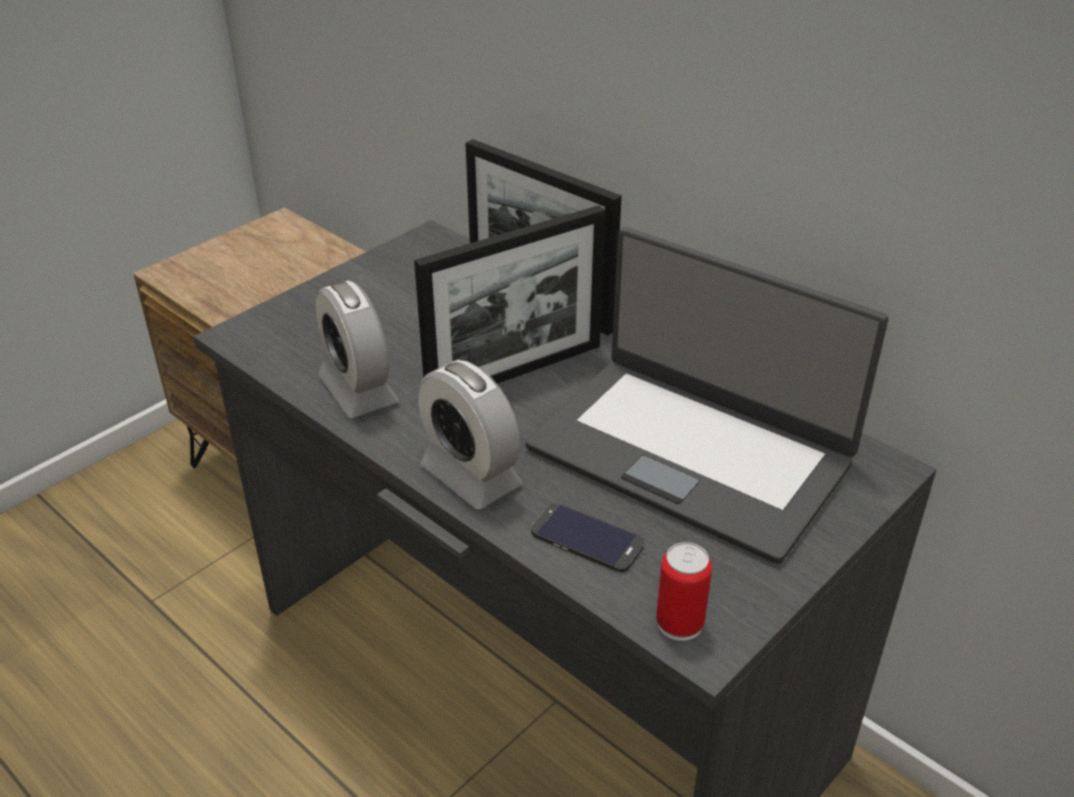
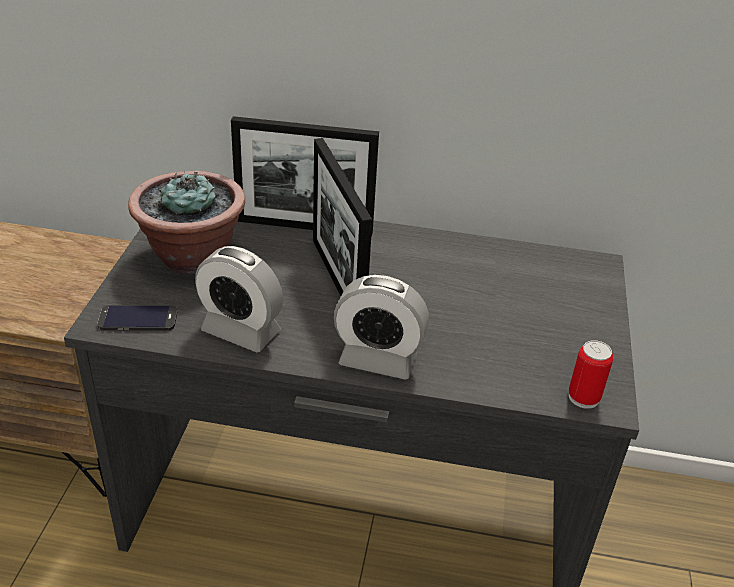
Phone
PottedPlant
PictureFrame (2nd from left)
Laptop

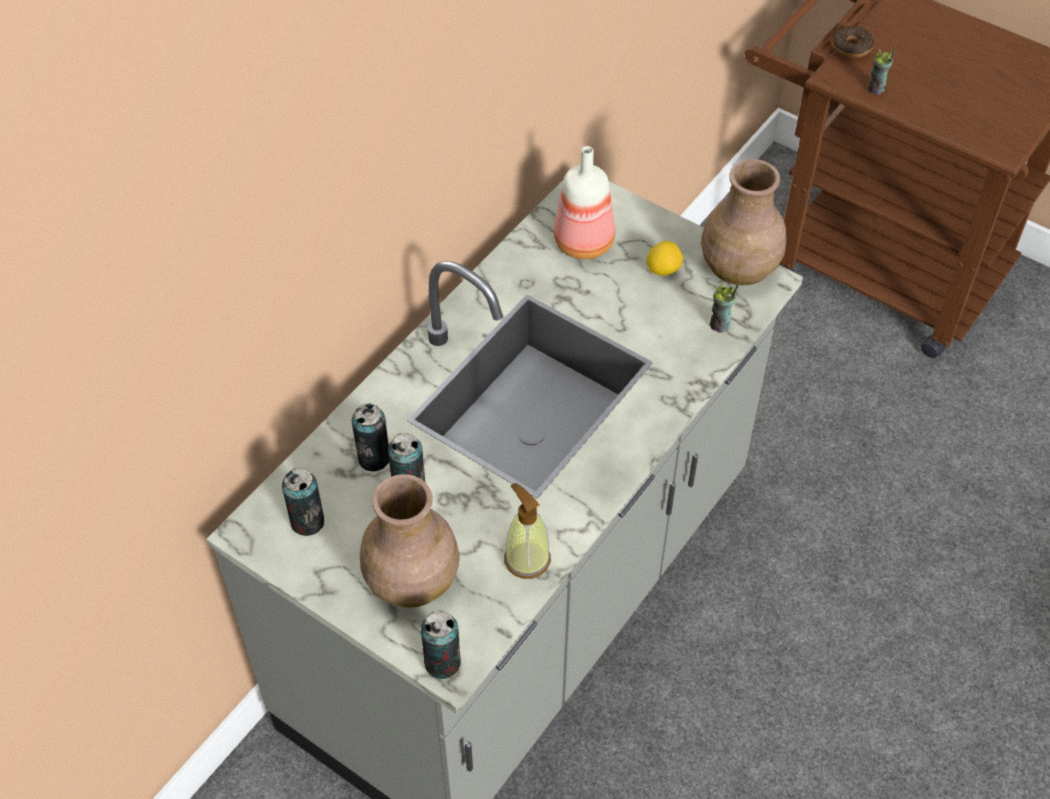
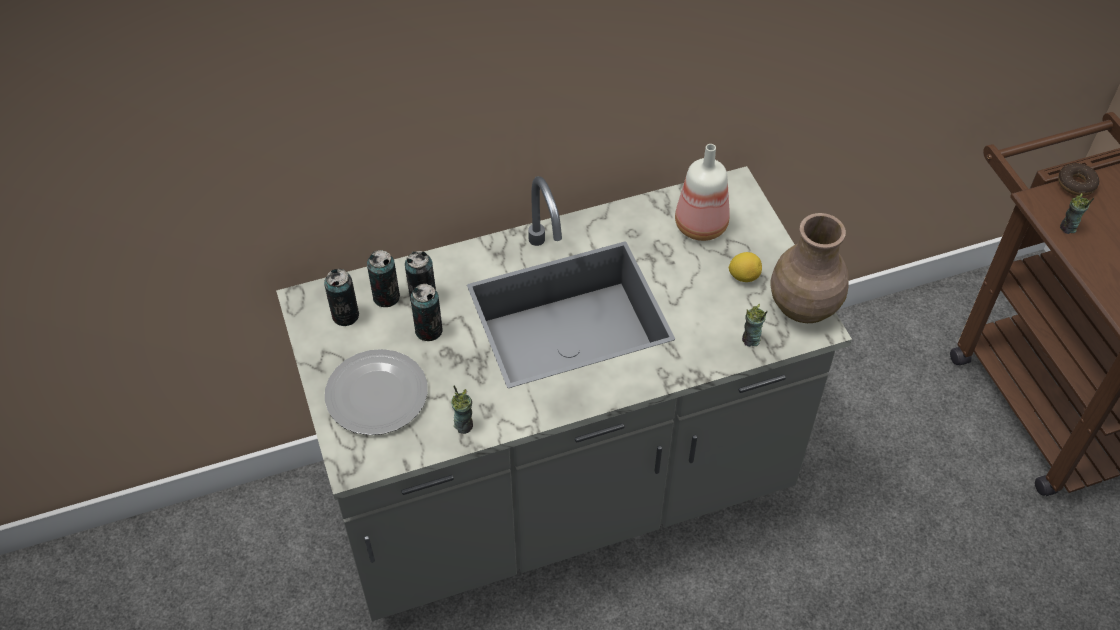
Plate
Can (2nd from left)
Cup (1st from left)

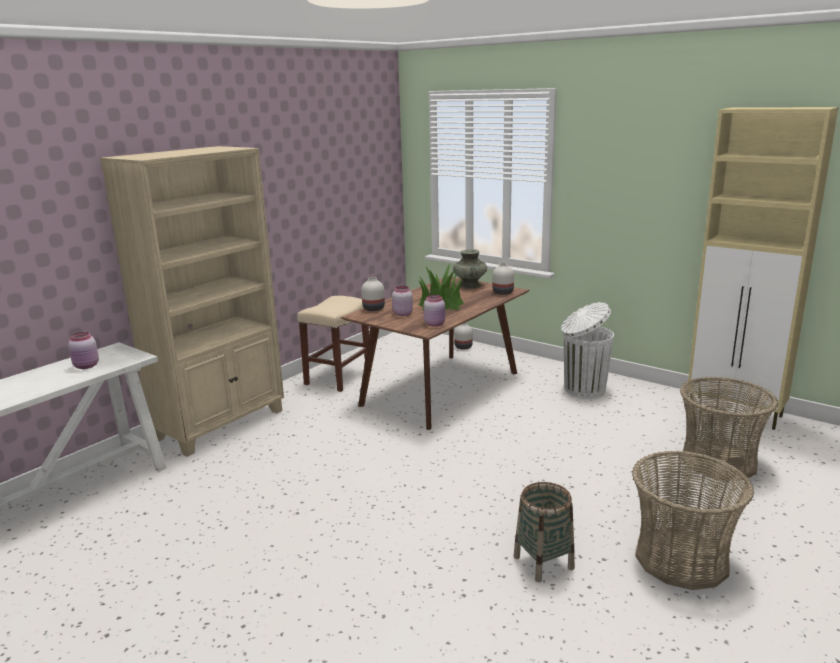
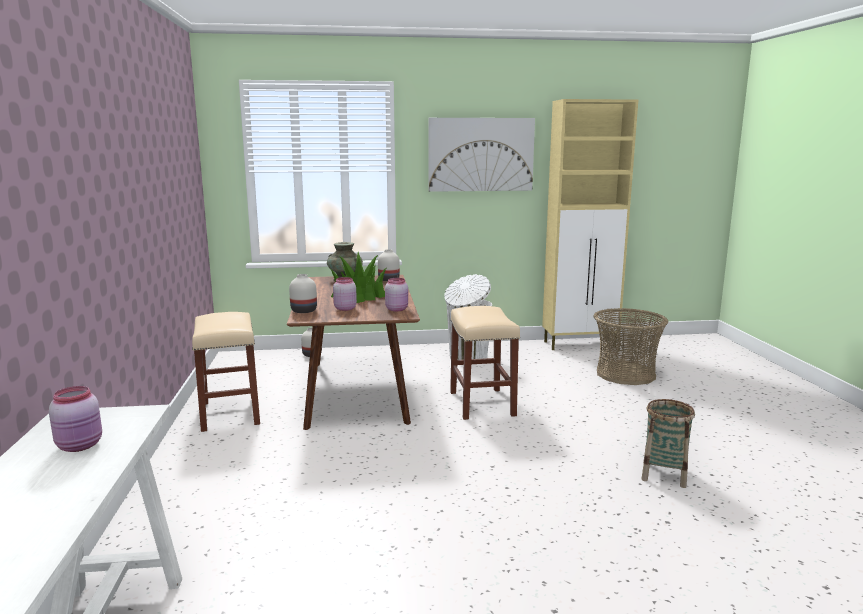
Picture
BeigeStool (2nd from left)
BeigeBookcase
Basket (2nd from left in the first image)

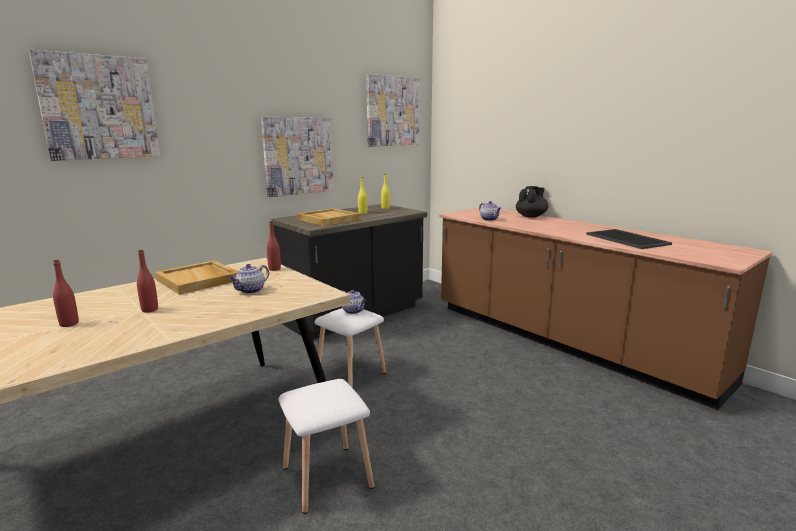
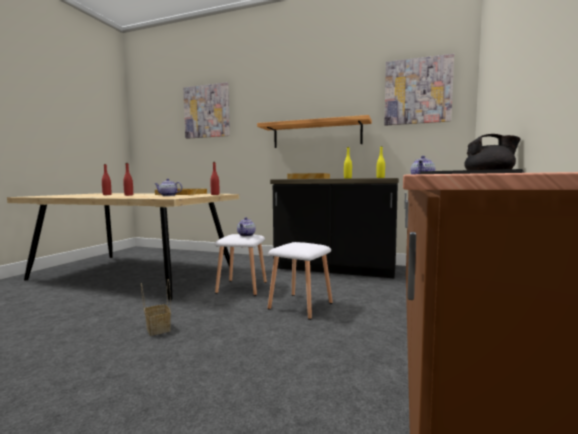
Basket
Shelf
WhiteStool (2nd from left)

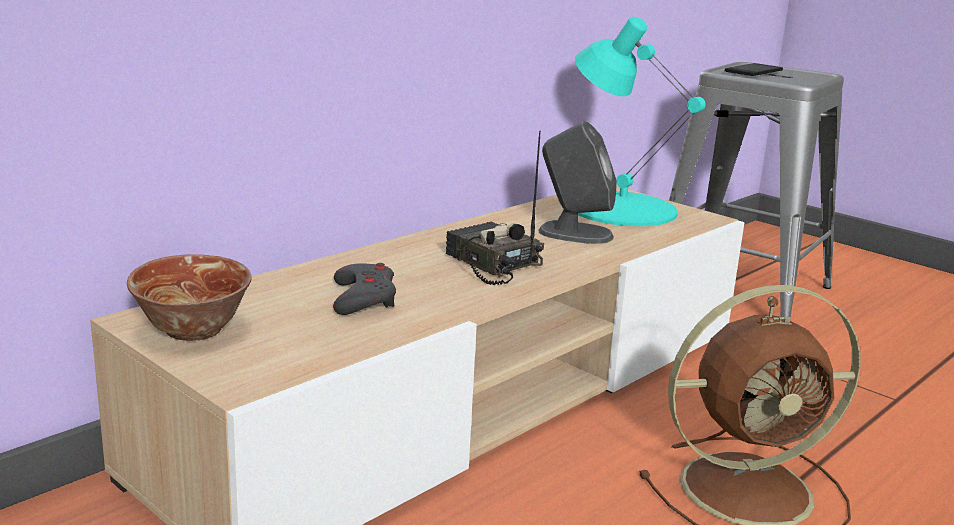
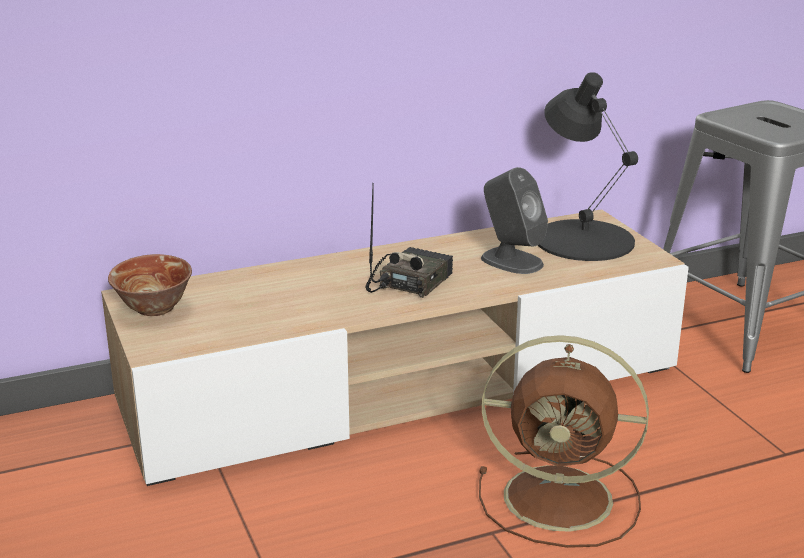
Radio
BlackTableLamp
GreyGameController
Phone

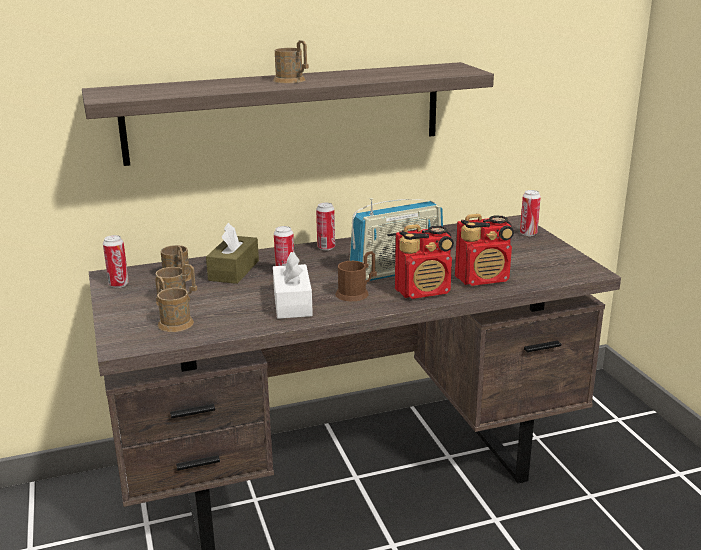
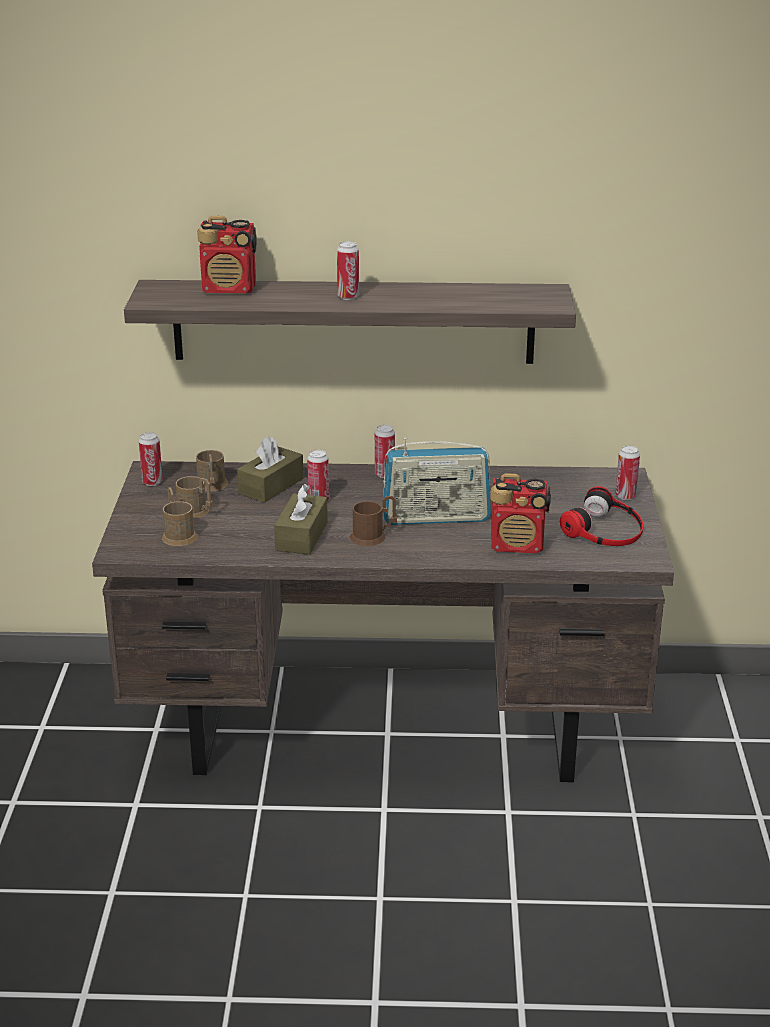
Radio (1st from left)
BrownTissueBox (2nd from left)
Can (3rd from left)
Headphones

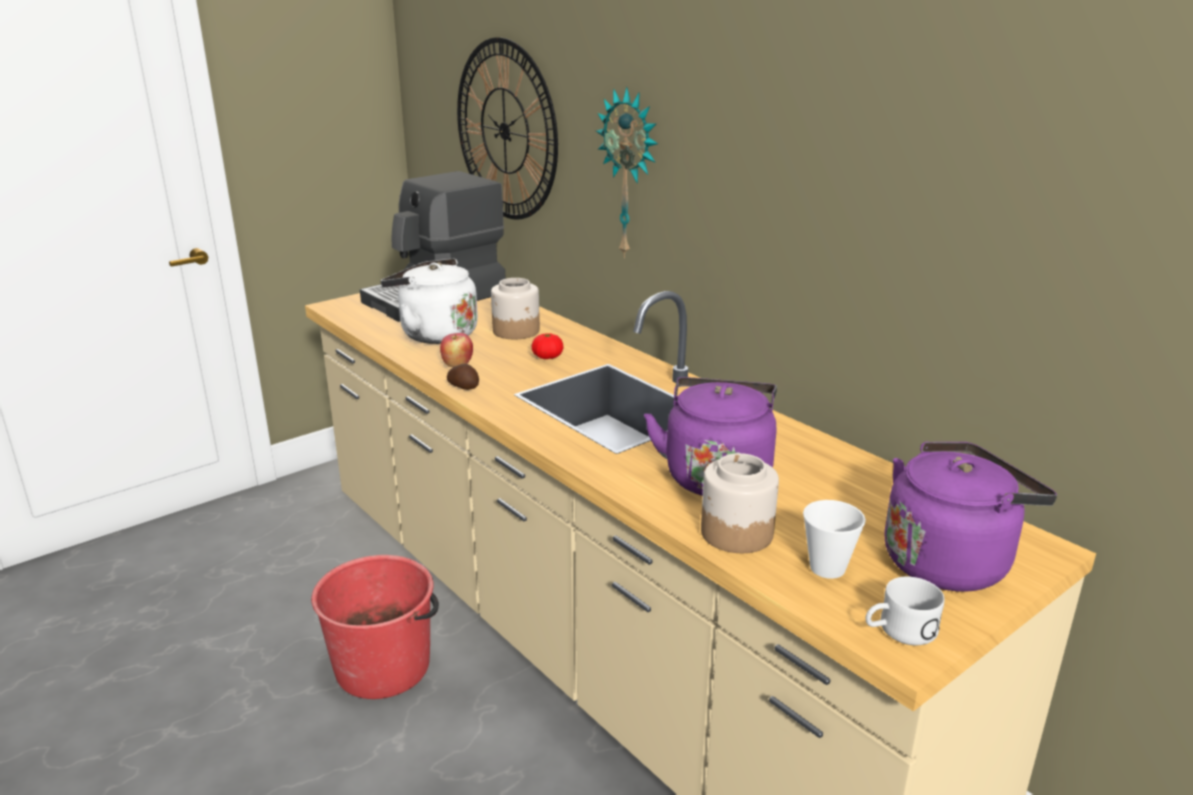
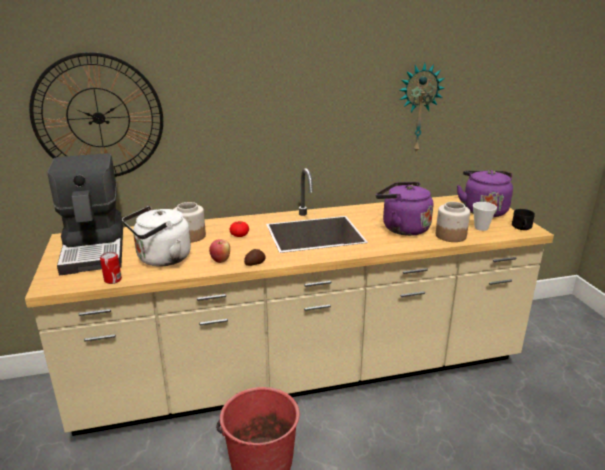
Can
WallClock (2nd from left)
BlackMug

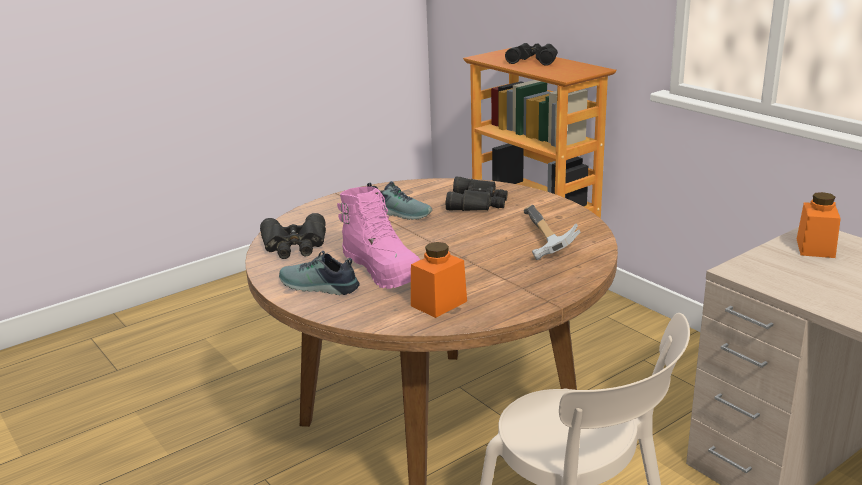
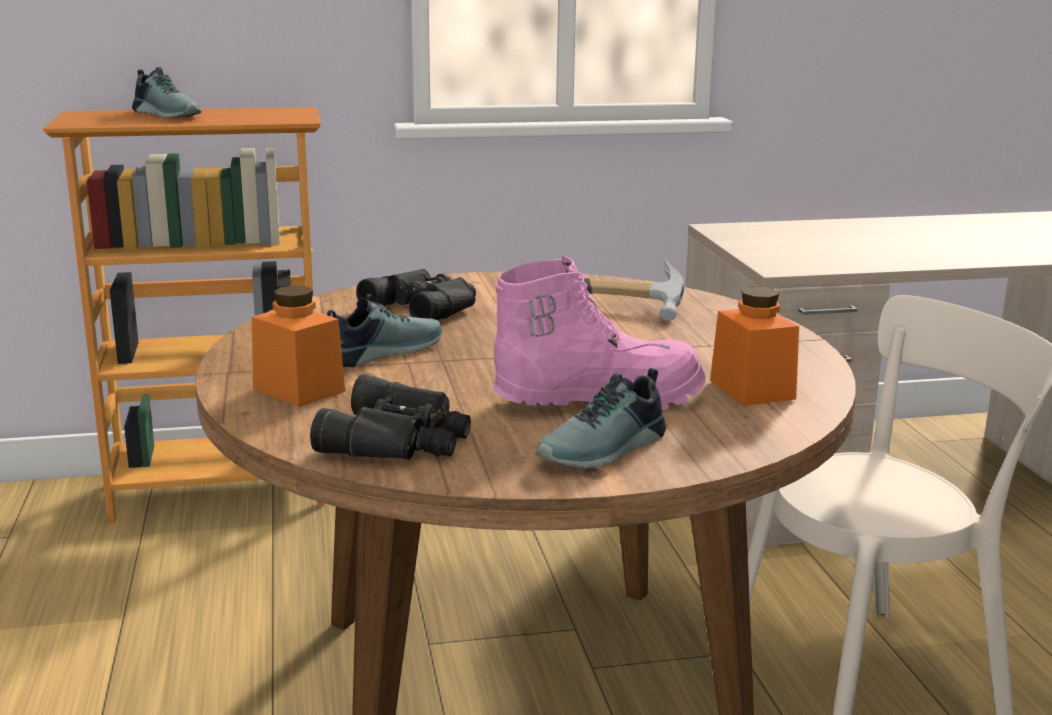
Shoe (1st from left)
OrangeJar (1st from left)

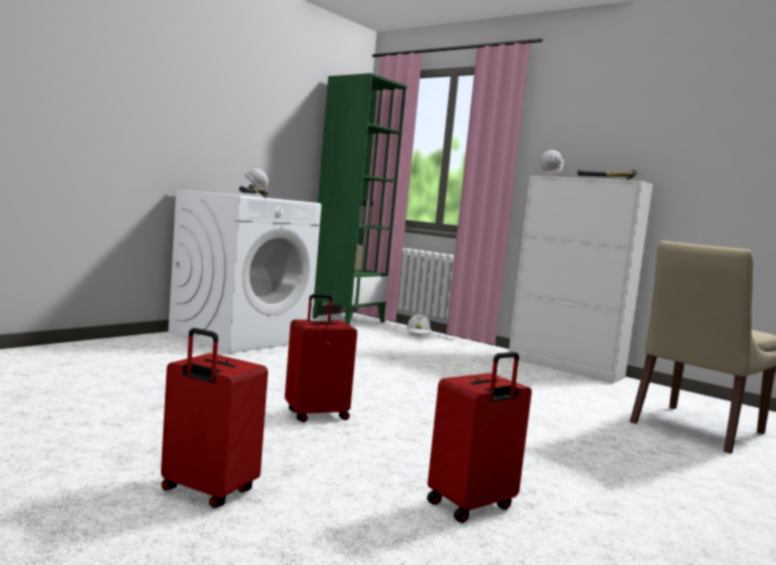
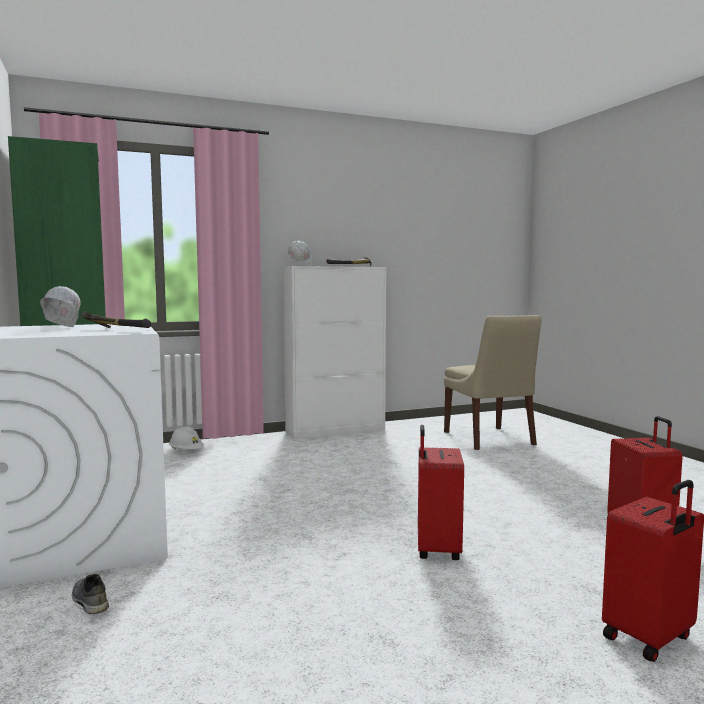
GreyShoe

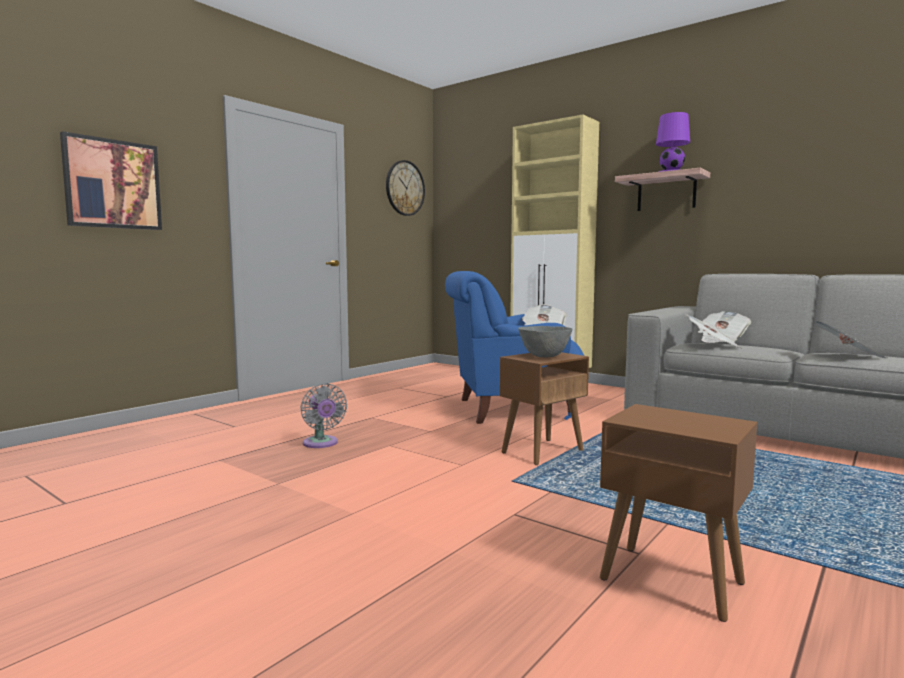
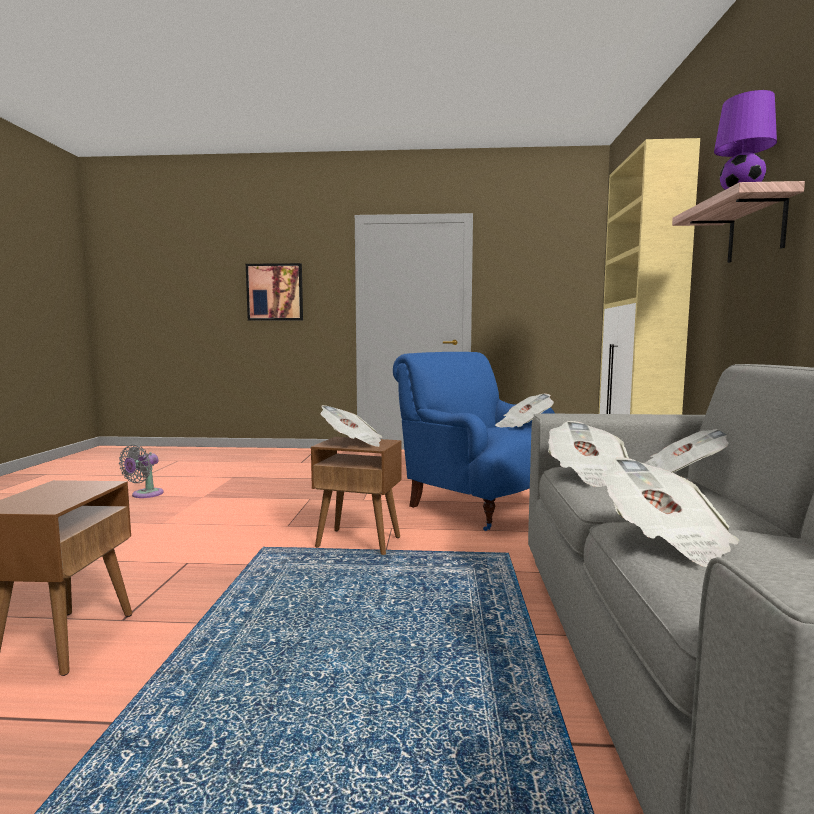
GreyFan
Newspaper (1st from left)
WallClock

